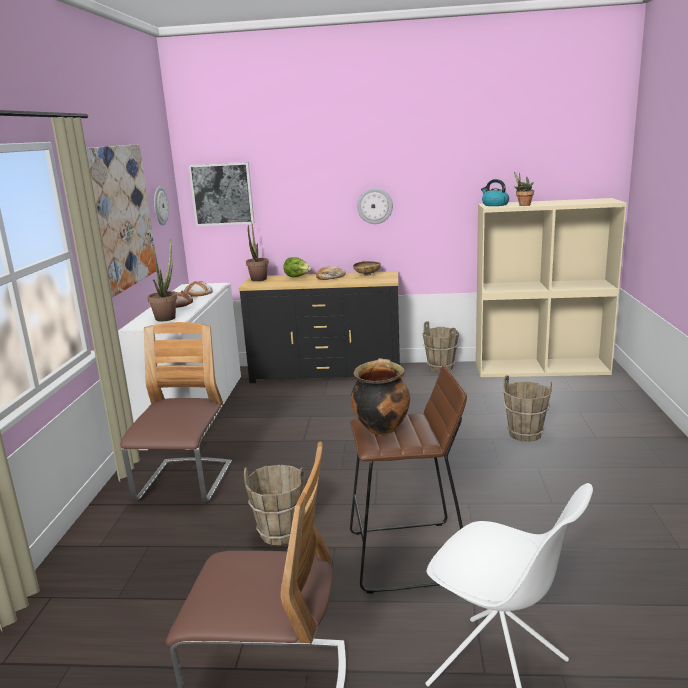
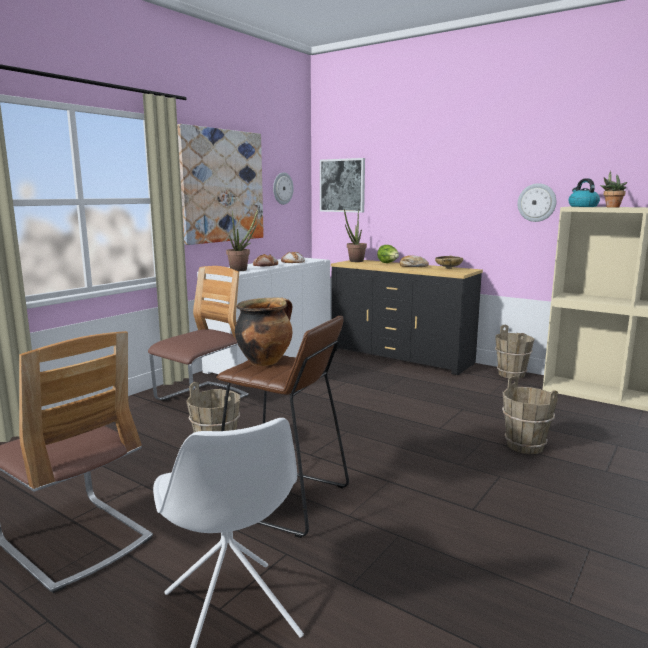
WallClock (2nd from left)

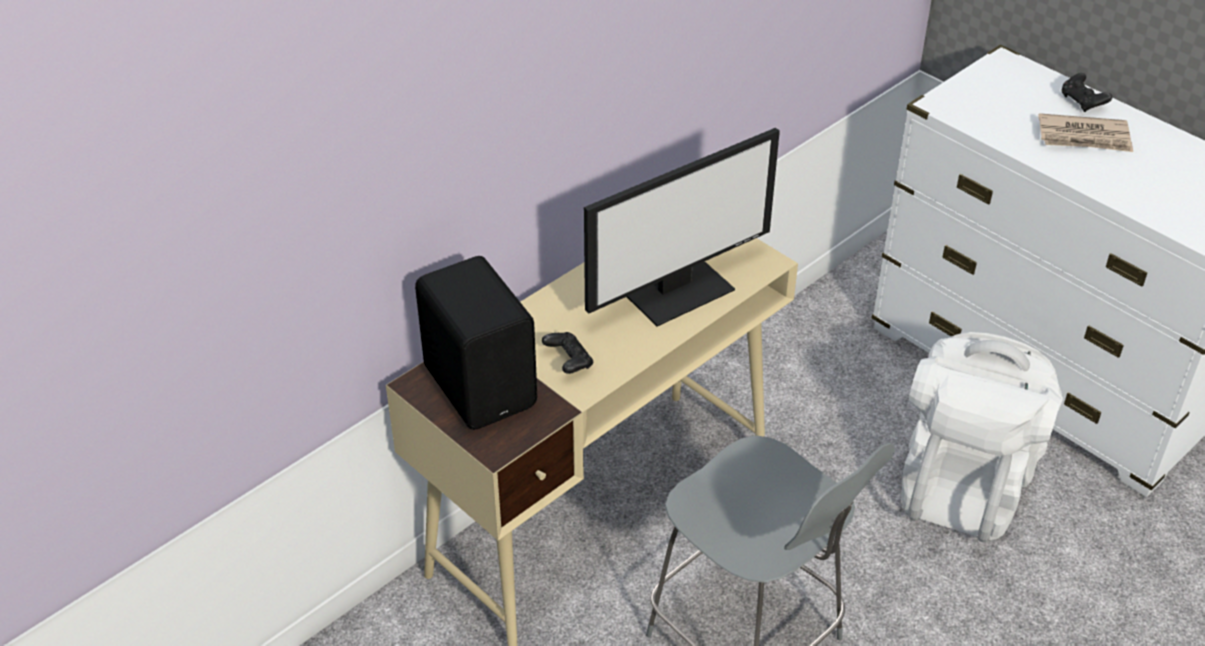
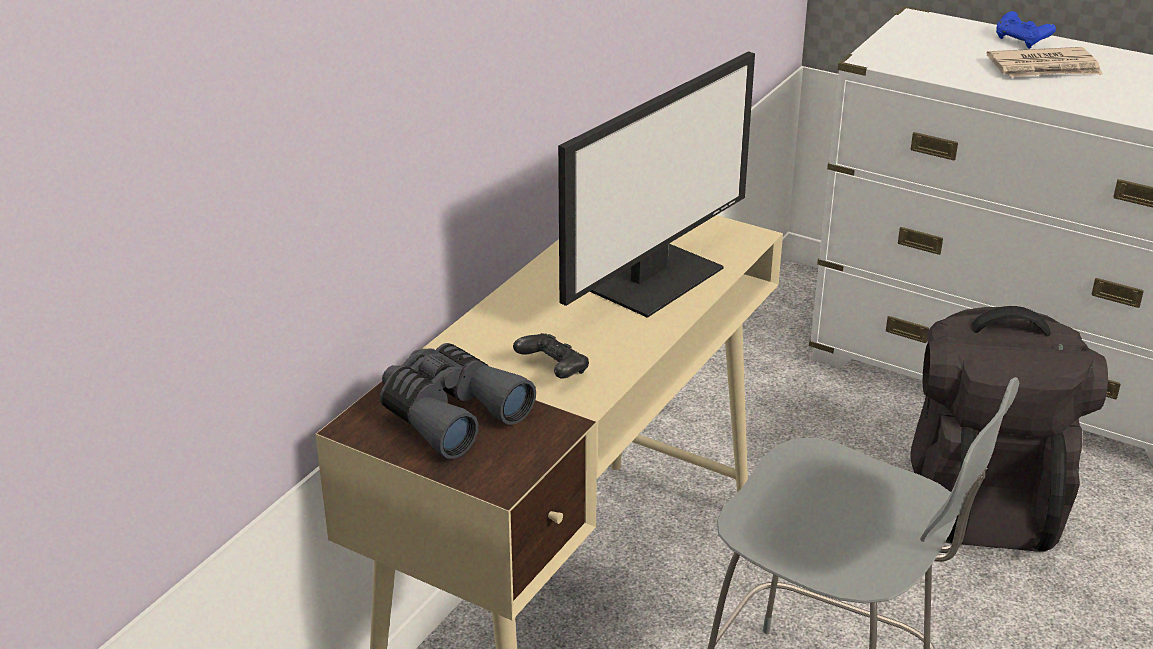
GreyBinoculars
BlackBackpack
BlueGameController

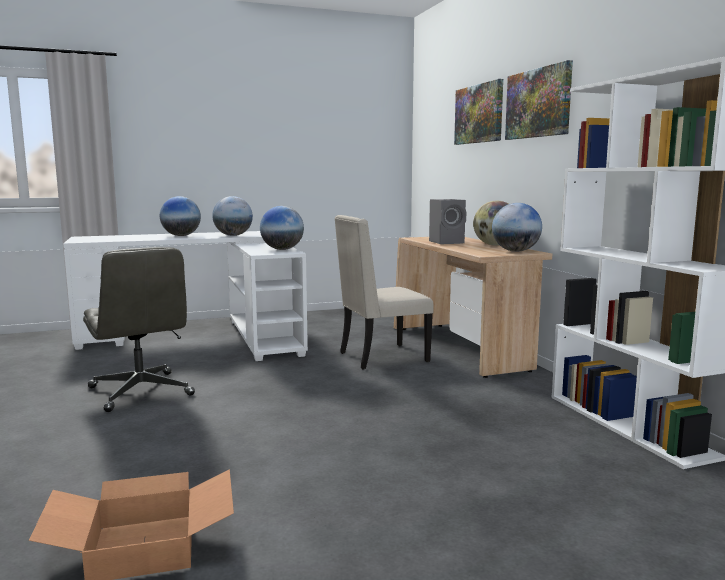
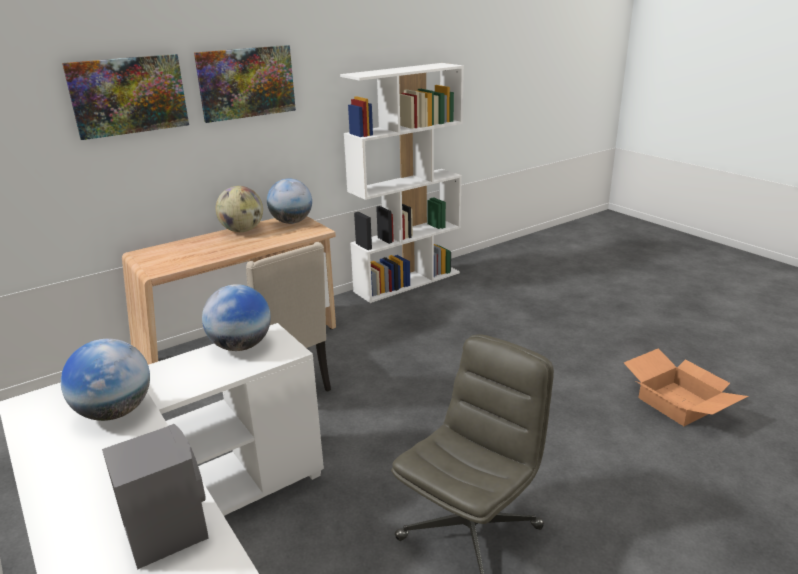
GreySpeaker
Globe (1st from left in the first image)

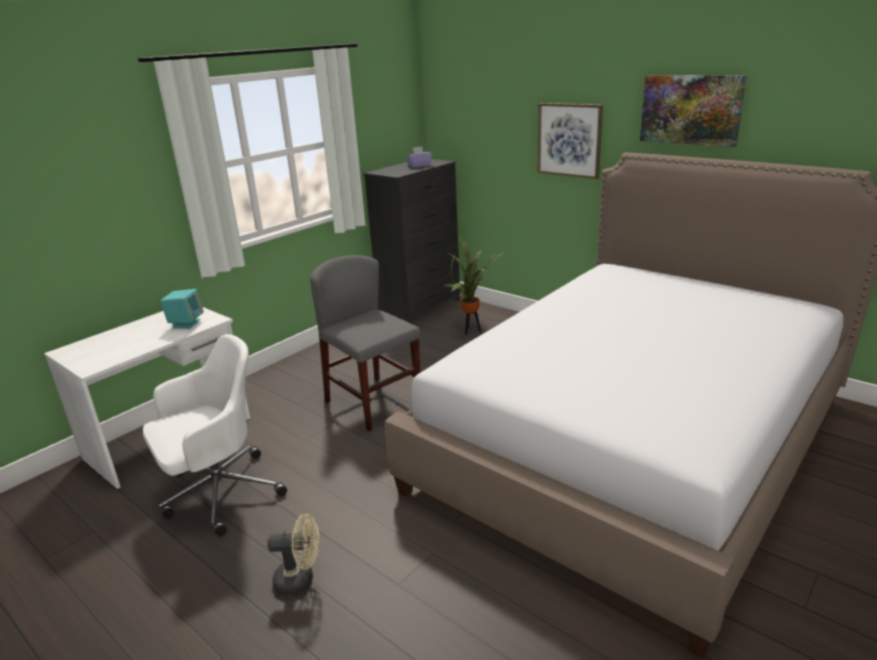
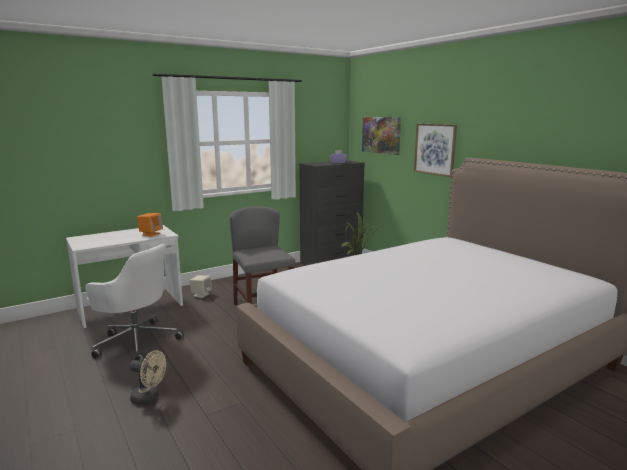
WhiteOfficeChair
OrangeSpeaker
BeigeSpeaker
Picture (1st from left)

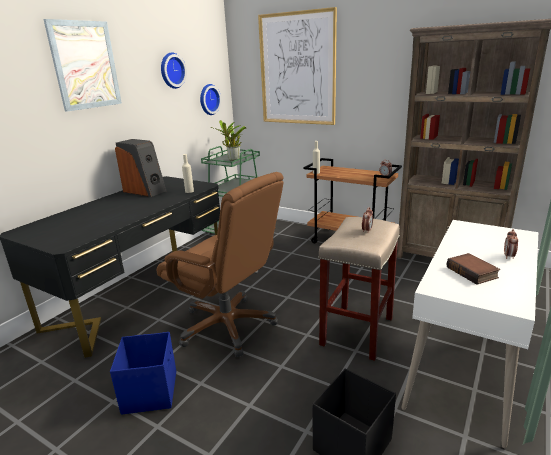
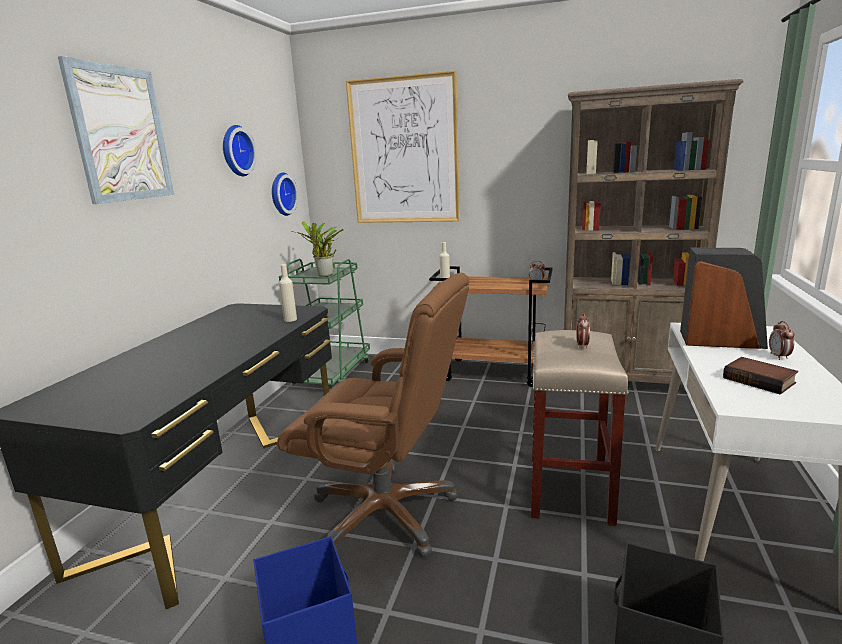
Speaker

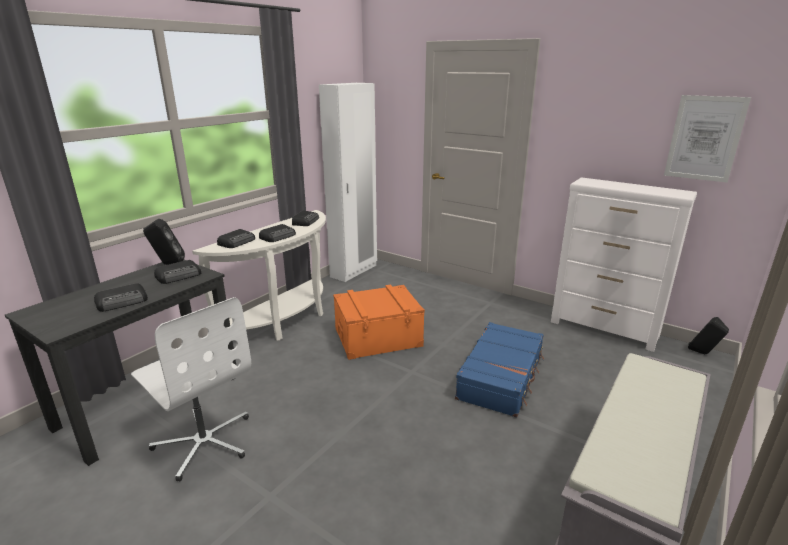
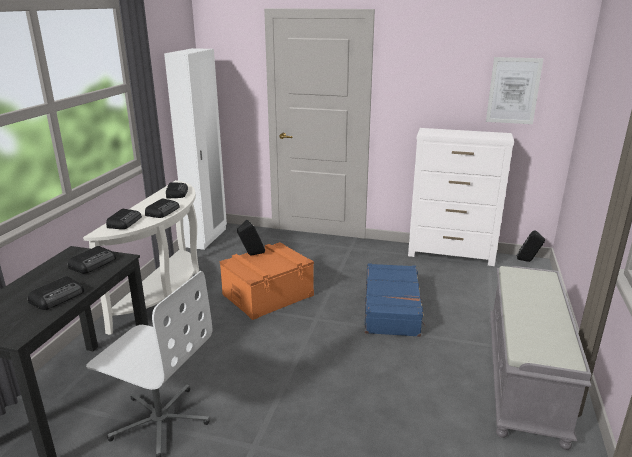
BlackSpeaker (1st from left)

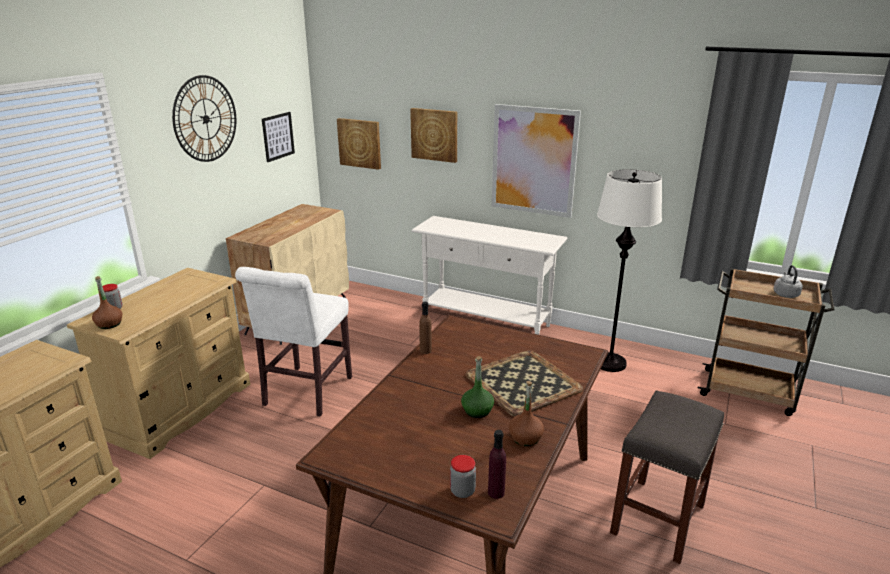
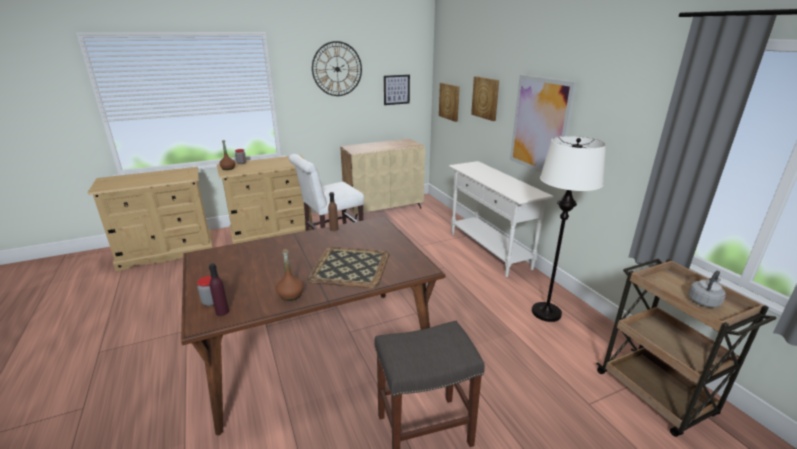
GreenBottle

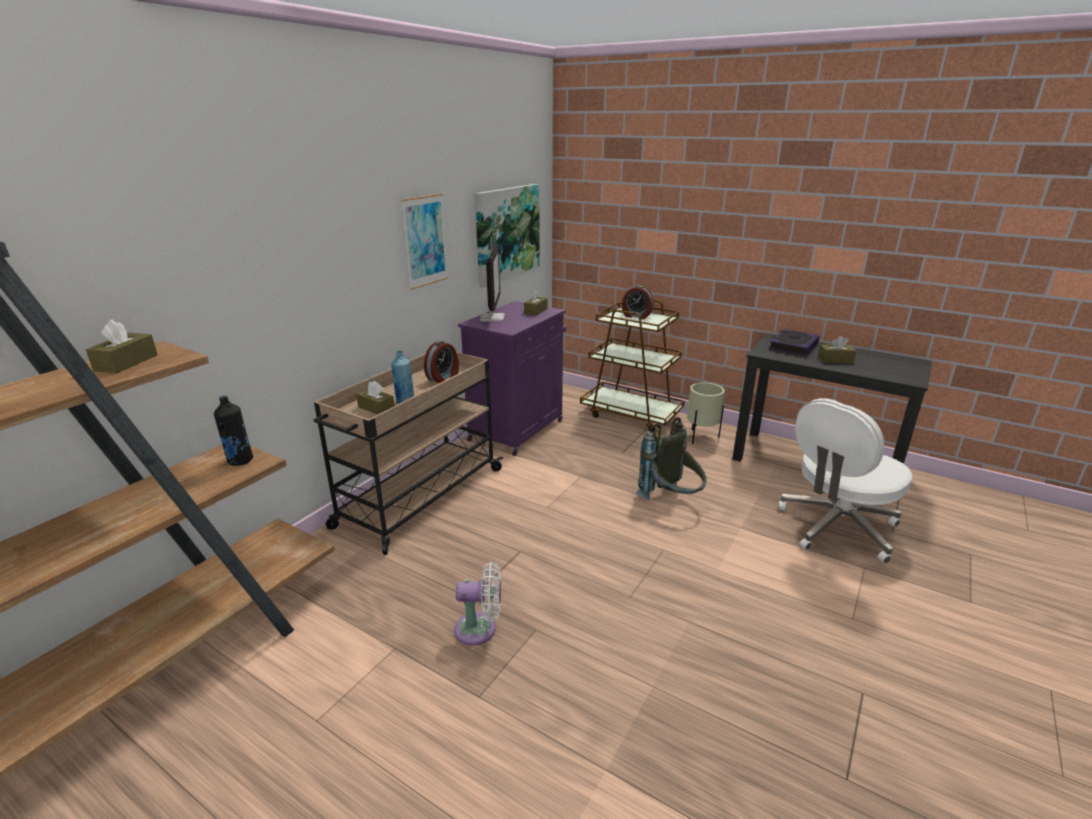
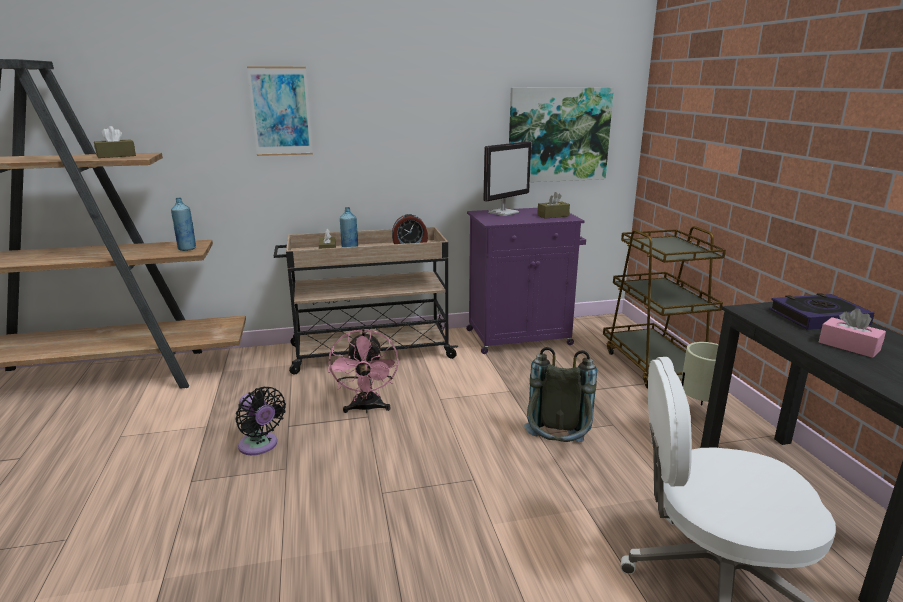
BlueBottle (1st from left)
BlackFan
Picture (1st from left)
PinkFan
PinkTissueBox
AlarmClock (2nd from left in the first image)

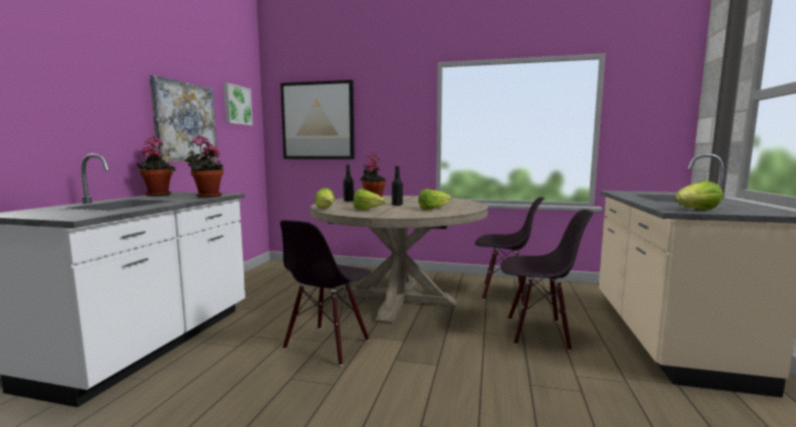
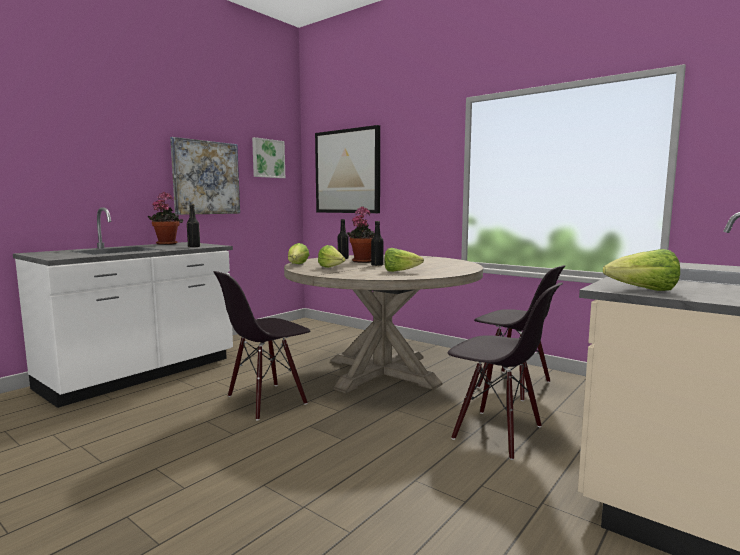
BlackBottle (1st from left)

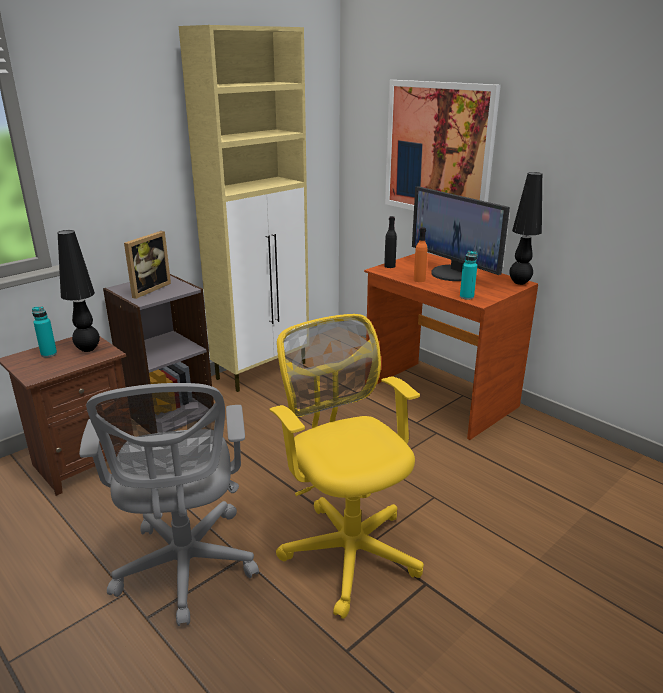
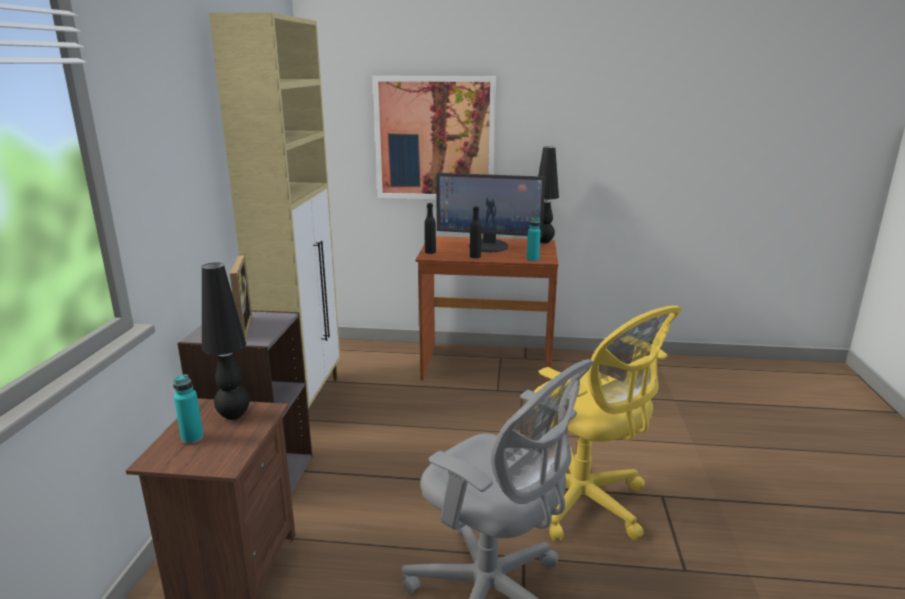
BlackBottle (2nd from left)
YellowOfficeChair

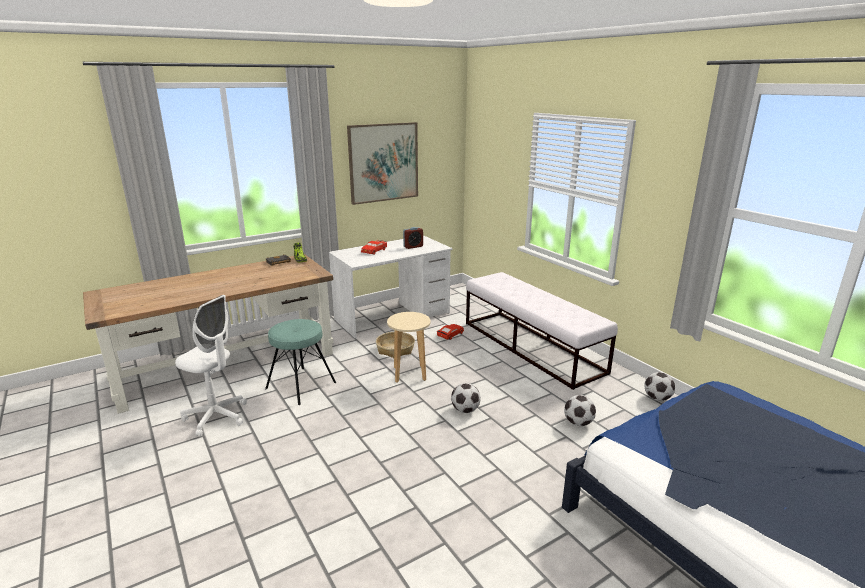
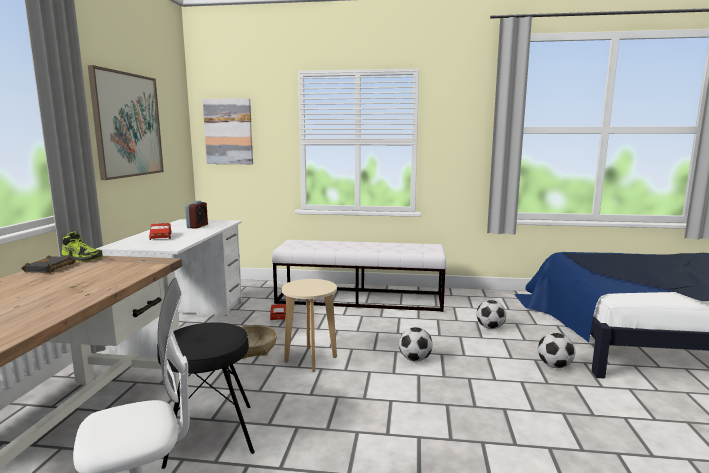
BlackStool
Picture (2nd from left)
Football (3rd from left)

